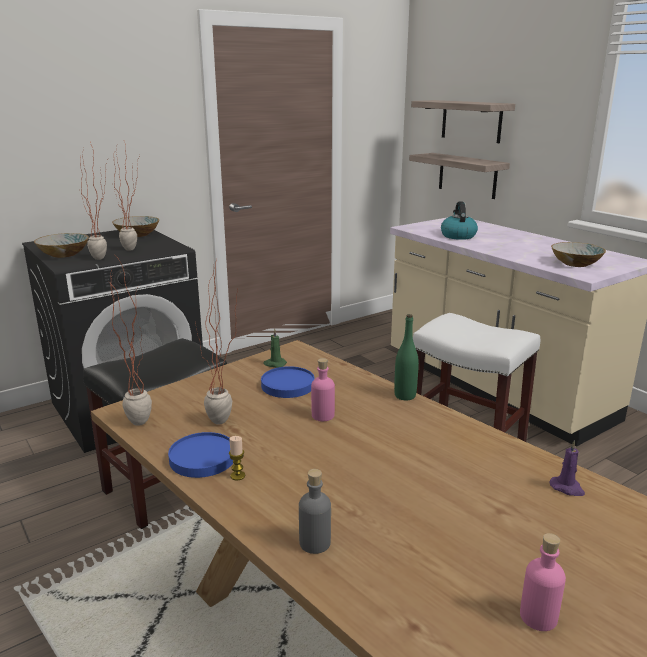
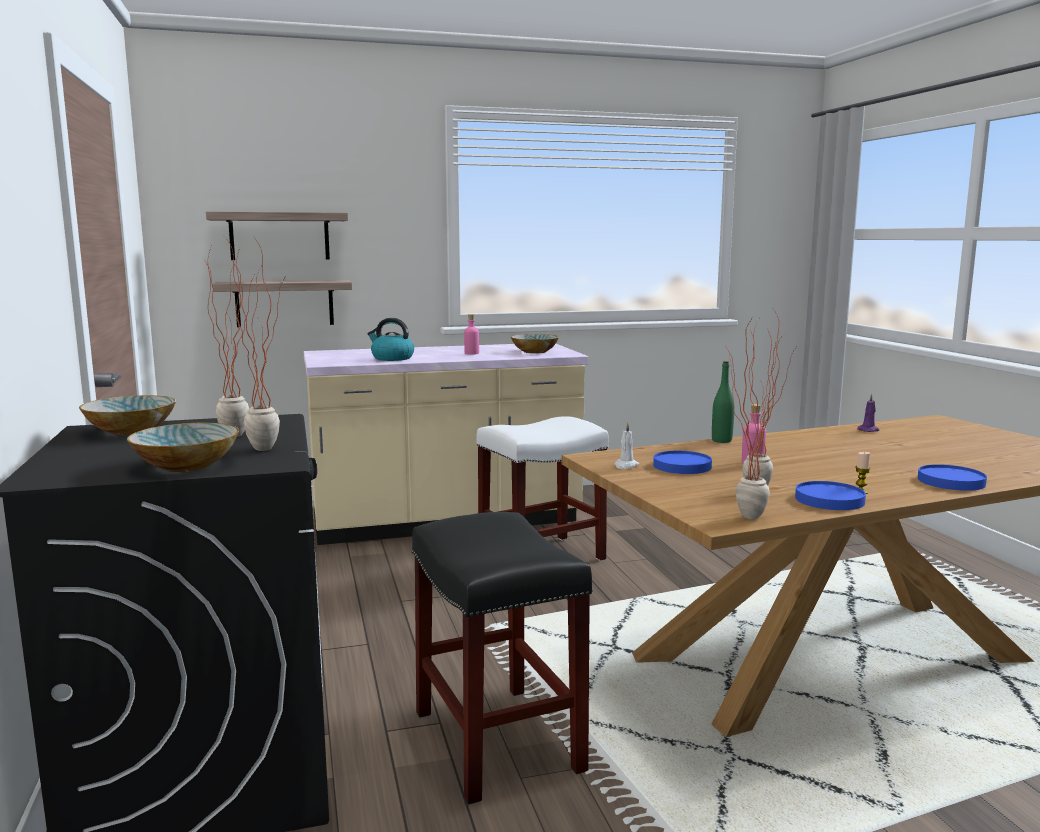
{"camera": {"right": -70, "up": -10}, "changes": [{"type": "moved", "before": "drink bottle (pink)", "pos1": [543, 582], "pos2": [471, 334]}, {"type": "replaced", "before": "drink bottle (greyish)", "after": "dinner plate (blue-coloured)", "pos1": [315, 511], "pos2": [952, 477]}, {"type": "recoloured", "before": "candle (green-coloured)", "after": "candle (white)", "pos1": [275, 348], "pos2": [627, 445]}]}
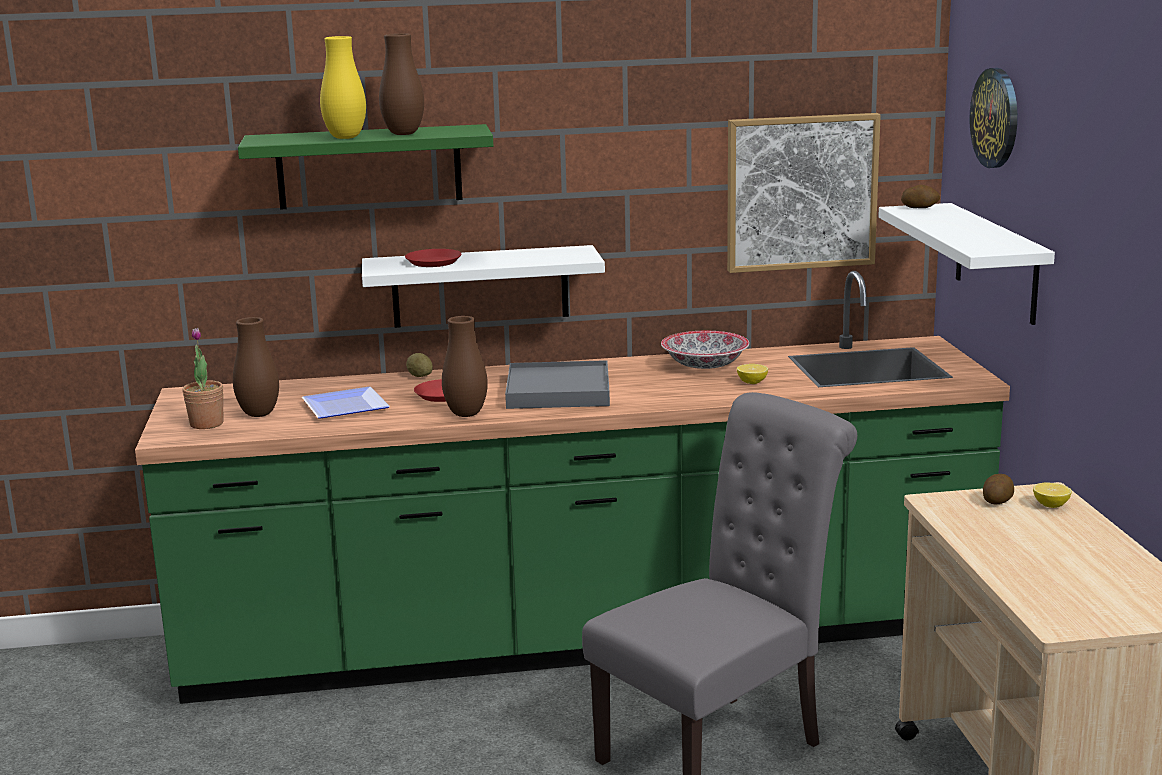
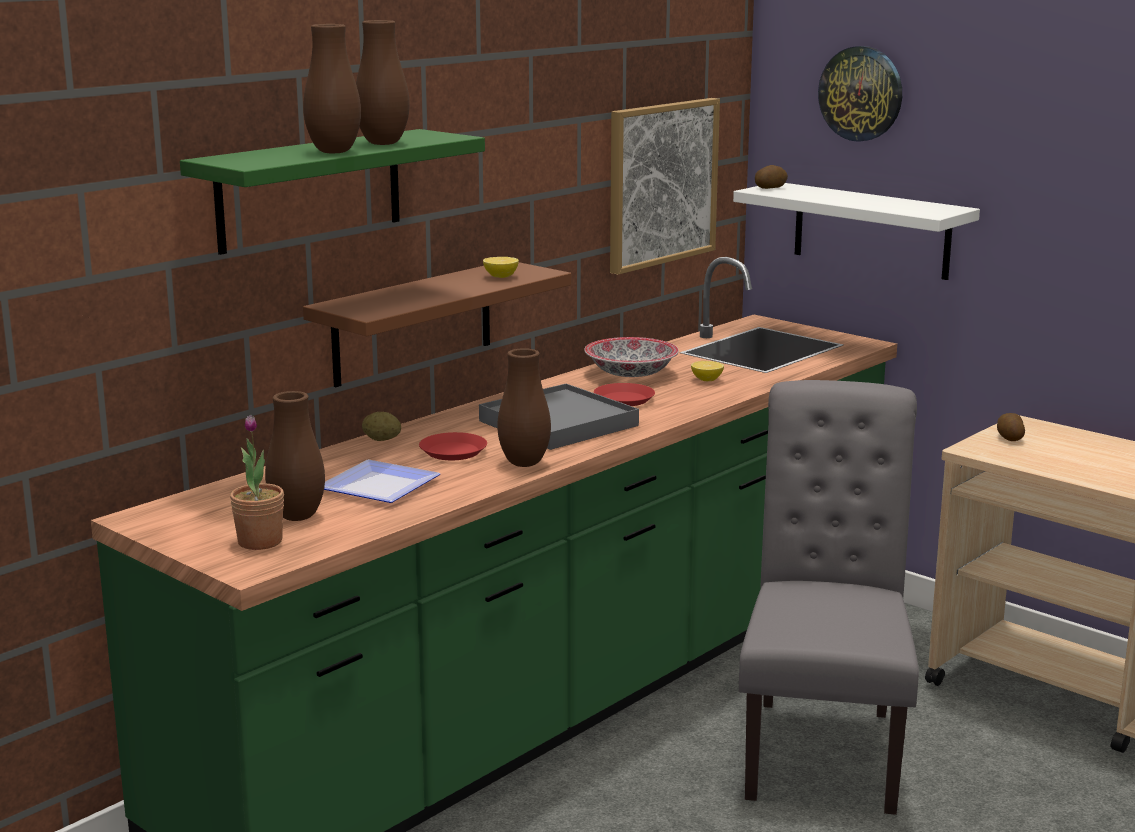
{"camera": {"right": -40, "up": 0}, "changes": [{"type": "moved", "before": "dinner plate (red)", "pos1": [433, 258], "pos2": [624, 394]}, {"type": "moved", "before": "lemon", "pos1": [1052, 495], "pos2": [501, 267]}, {"type": "recoloured", "before": "decorative vase (yellowish)", "after": "decorative vase (brown-coloured)", "pos1": [343, 87], "pos2": [332, 88]}, {"type": "recoloured", "before": "bracket shelf (white)", "after": "bracket shelf (brown-coloured)", "pos1": [483, 286], "pos2": [437, 324]}]}
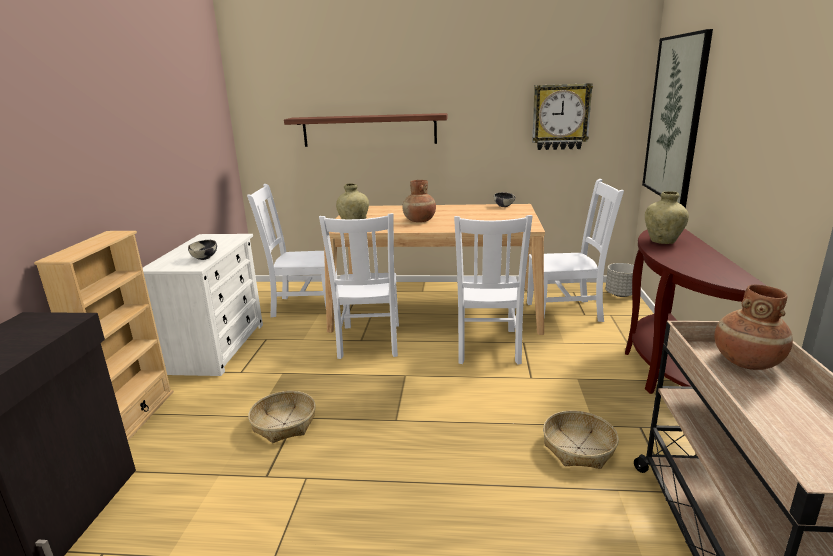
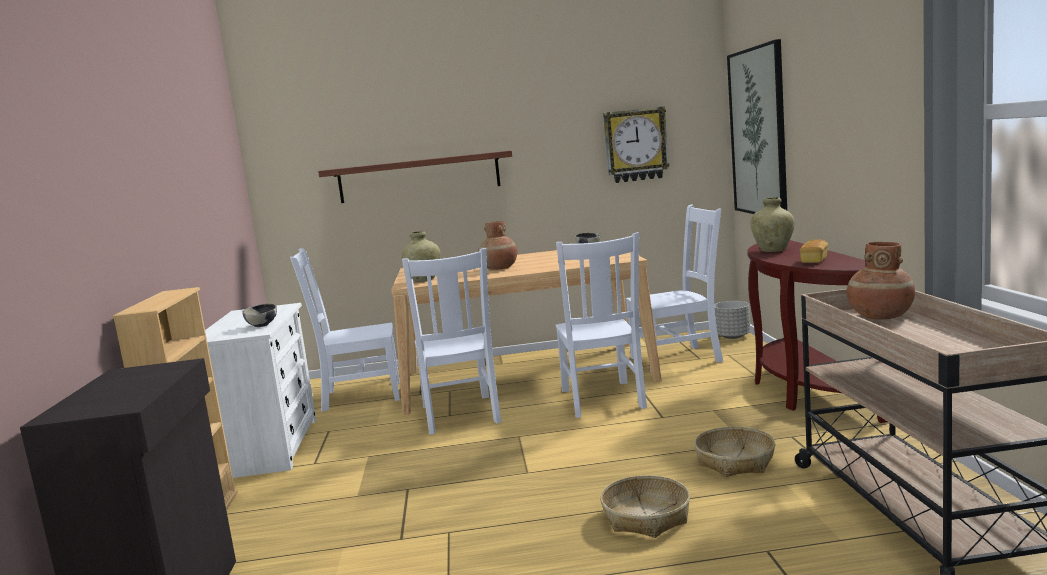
{"camera": {"right": -10, "up": -10}, "changes": [{"type": "added", "after": "baked bread", "pos2": [814, 251]}, {"type": "moved", "before": "basket", "pos1": [282, 417], "pos2": [645, 506]}]}
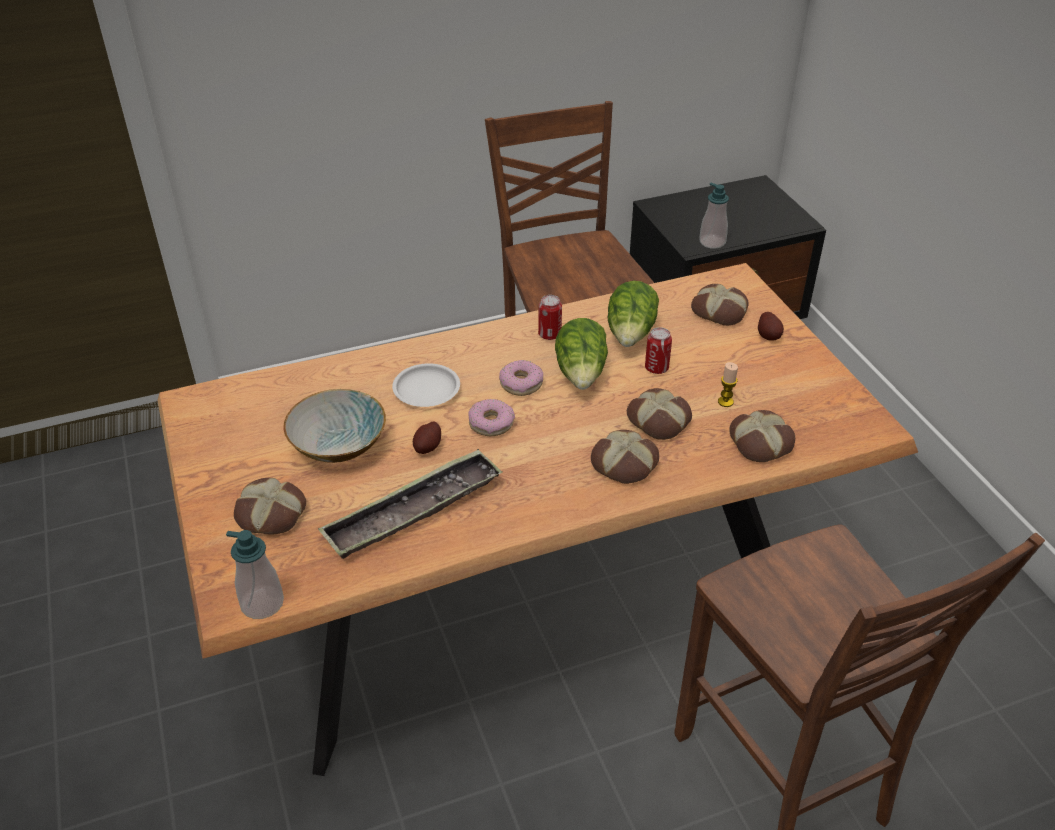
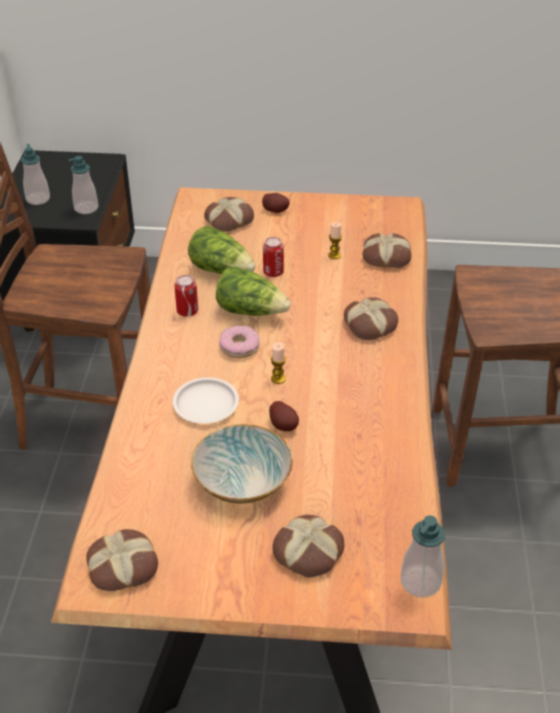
{"camera": {"right": -65, "up": 0}, "changes": [{"type": "removed", "before": "serving tray", "pos1": [410, 504]}, {"type": "added", "after": "liquid soap bottle", "pos2": [35, 174]}, {"type": "moved", "before": "baked bread", "pos1": [659, 414], "pos2": [122, 560]}, {"type": "replaced", "before": "donut", "after": "candle", "pos1": [491, 417], "pos2": [278, 363]}]}
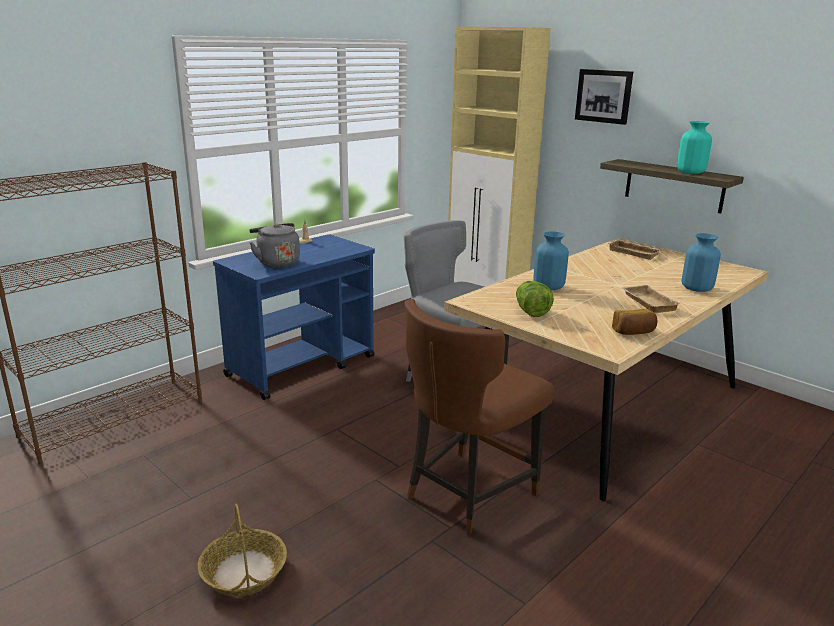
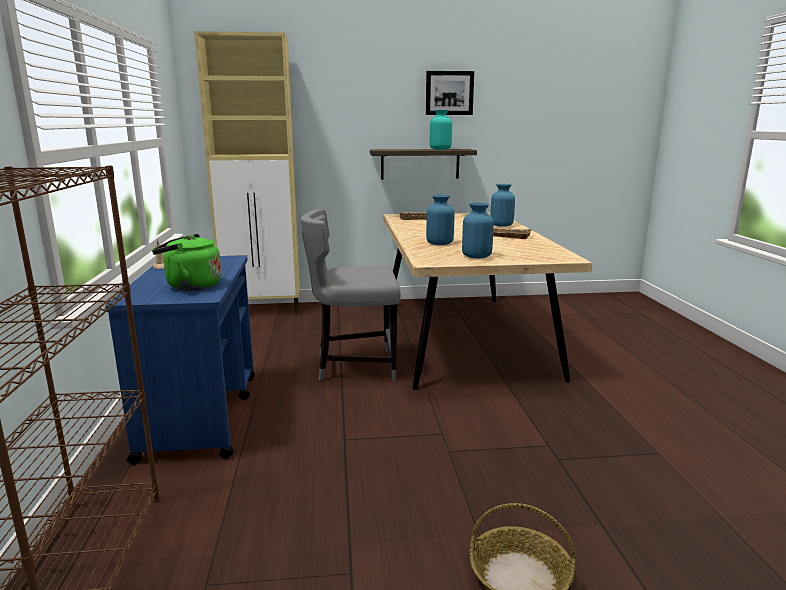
{"camera": {"right": -50, "up": -5}, "changes": [{"type": "removed", "before": "chair (brown-coloured)", "pos1": [479, 417]}, {"type": "removed", "before": "baked bread", "pos1": [635, 322]}, {"type": "moved", "before": "wall picture", "pos1": [604, 97], "pos2": [450, 93]}, {"type": "replaced", "before": "head of lettuce", "after": "decorative vase (blue-coloured)", "pos1": [535, 299], "pos2": [478, 230]}, {"type": "recoloured", "before": "tea kettle (greyish)", "after": "tea kettle (green-coloured)", "pos1": [274, 245], "pos2": [187, 262]}]}
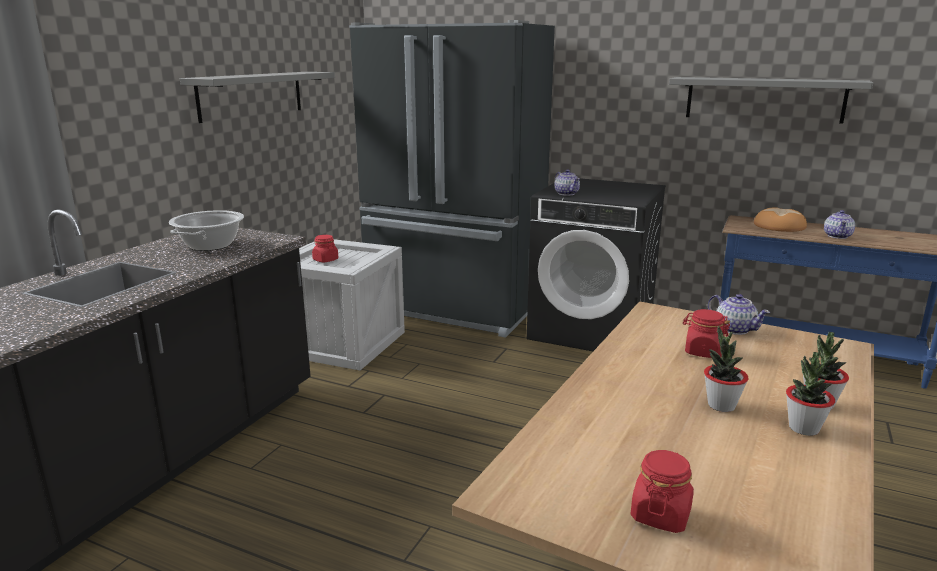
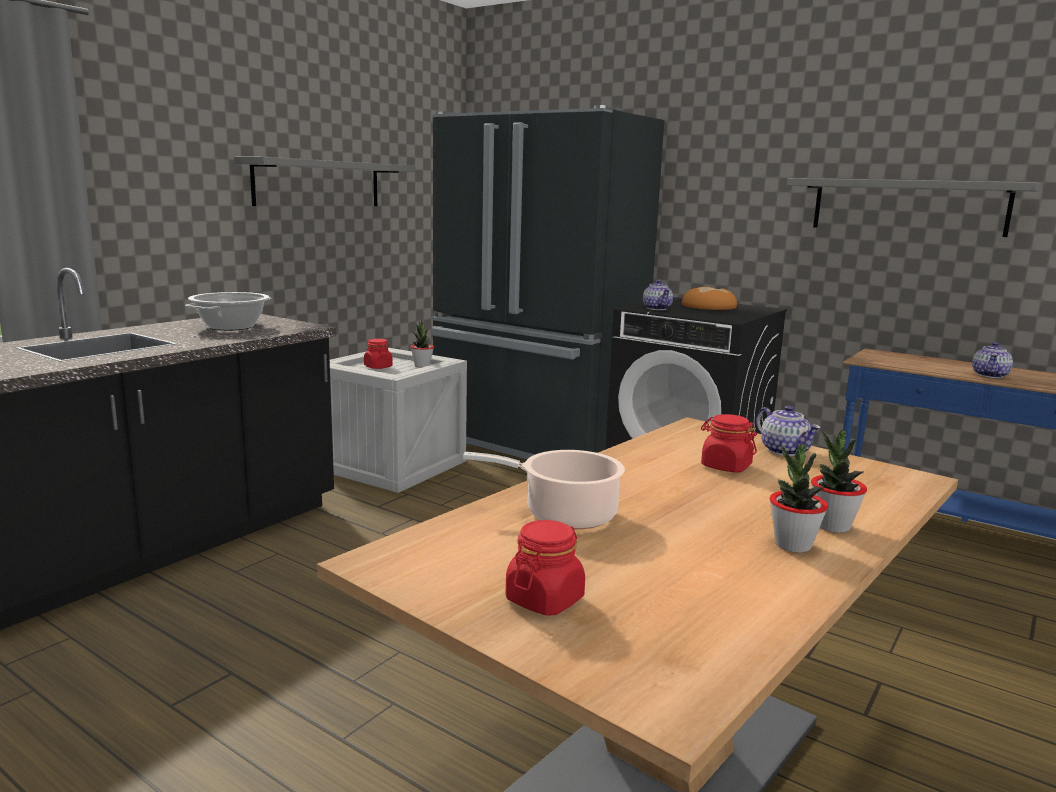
{"camera": {"right": 10, "up": -5}, "changes": [{"type": "added", "after": "stockpot", "pos2": [544, 489]}, {"type": "moved", "before": "plant in a pot", "pos1": [726, 369], "pos2": [422, 344]}, {"type": "moved", "before": "baked bread", "pos1": [780, 219], "pos2": [709, 298]}]}
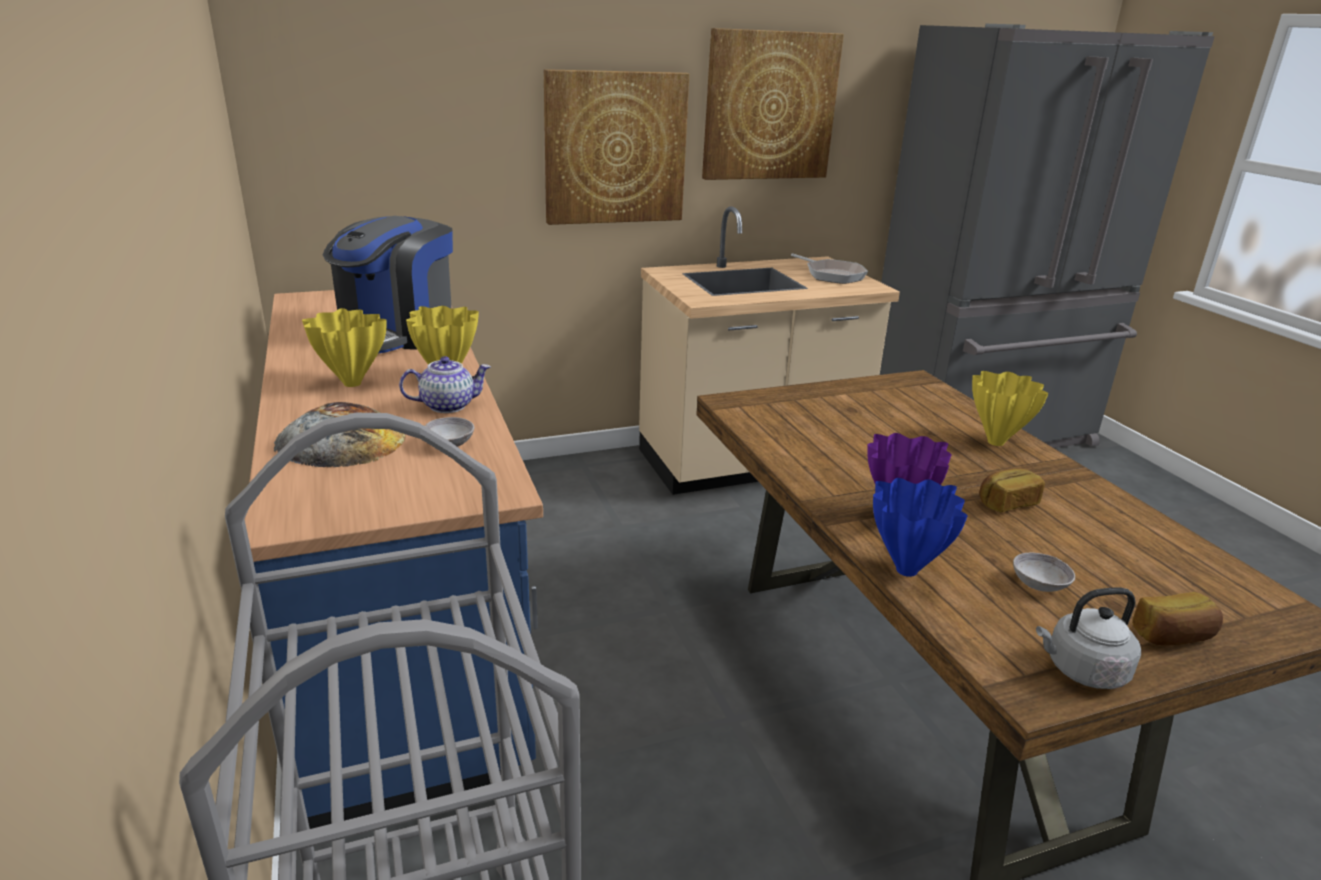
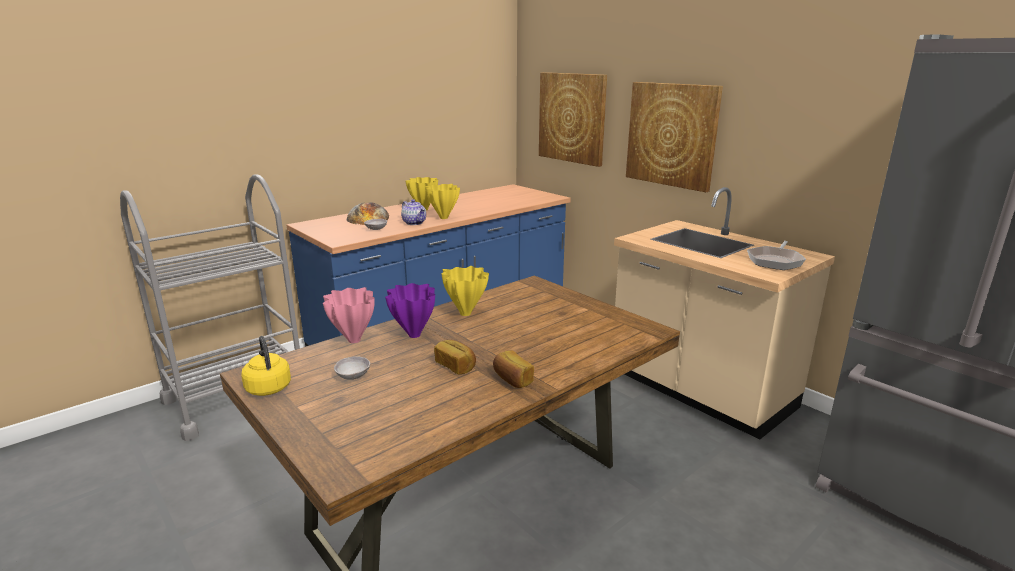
{"camera": {"right": 70, "up": -5}, "changes": [{"type": "removed", "before": "coffee brewer", "pos1": [388, 285]}, {"type": "moved", "before": "wall picture", "pos1": [773, 104], "pos2": [573, 119]}, {"type": "moved", "before": "decorative vase (yellowish)", "pos1": [1010, 408], "pos2": [465, 291]}, {"type": "moved", "before": "baked bread", "pos1": [1177, 619], "pos2": [513, 369]}, {"type": "recoloured", "before": "decorative vase (blue-coloured)", "after": "decorative vase (pink)", "pos1": [920, 527], "pos2": [349, 315]}, {"type": "recoloured", "before": "tea kettle (greyish)", "after": "tea kettle (yellowish)", "pos1": [1088, 638], "pos2": [266, 366]}]}
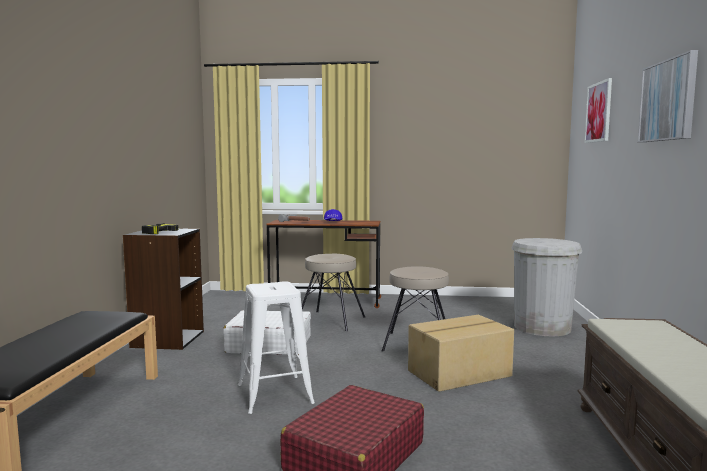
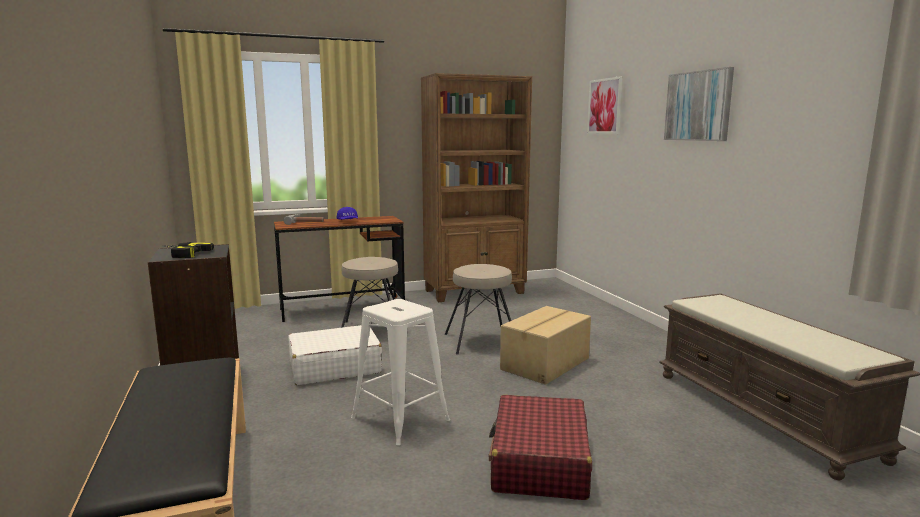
{"camera": {"right": -25, "up": 5}, "changes": [{"type": "removed", "before": "trash can (white)", "pos1": [546, 287]}, {"type": "added", "after": "shelving unit (brown-coloured)", "pos2": [476, 187]}]}
